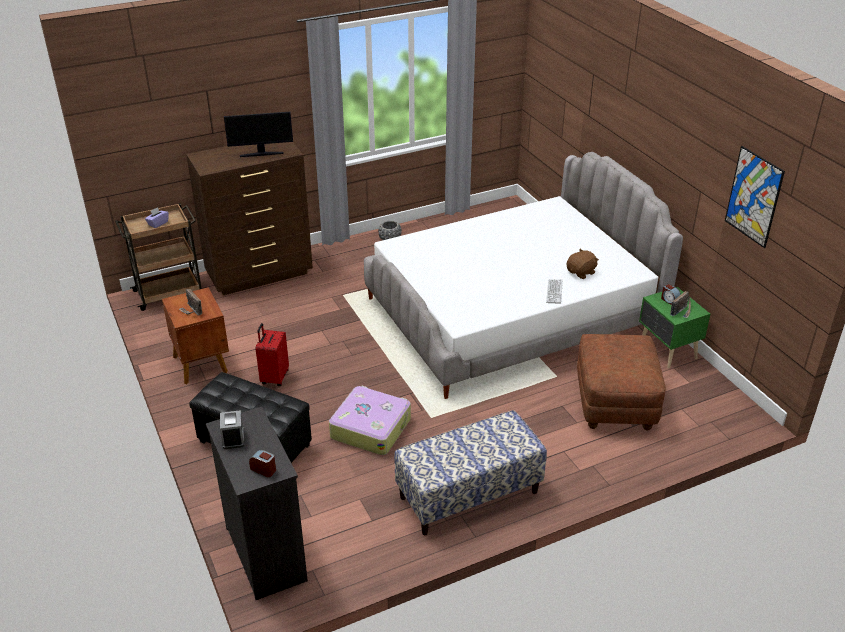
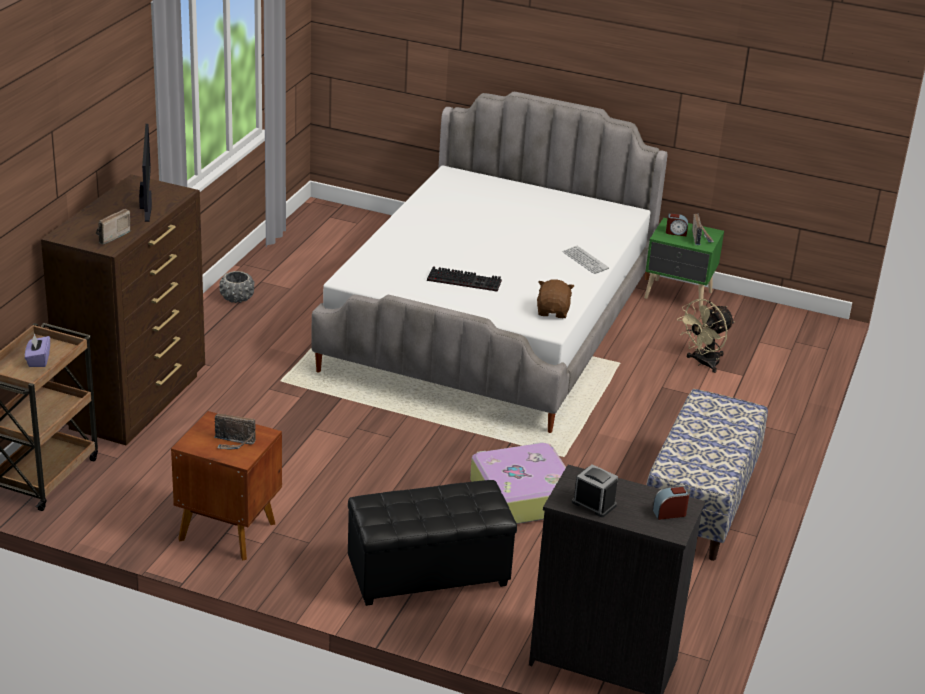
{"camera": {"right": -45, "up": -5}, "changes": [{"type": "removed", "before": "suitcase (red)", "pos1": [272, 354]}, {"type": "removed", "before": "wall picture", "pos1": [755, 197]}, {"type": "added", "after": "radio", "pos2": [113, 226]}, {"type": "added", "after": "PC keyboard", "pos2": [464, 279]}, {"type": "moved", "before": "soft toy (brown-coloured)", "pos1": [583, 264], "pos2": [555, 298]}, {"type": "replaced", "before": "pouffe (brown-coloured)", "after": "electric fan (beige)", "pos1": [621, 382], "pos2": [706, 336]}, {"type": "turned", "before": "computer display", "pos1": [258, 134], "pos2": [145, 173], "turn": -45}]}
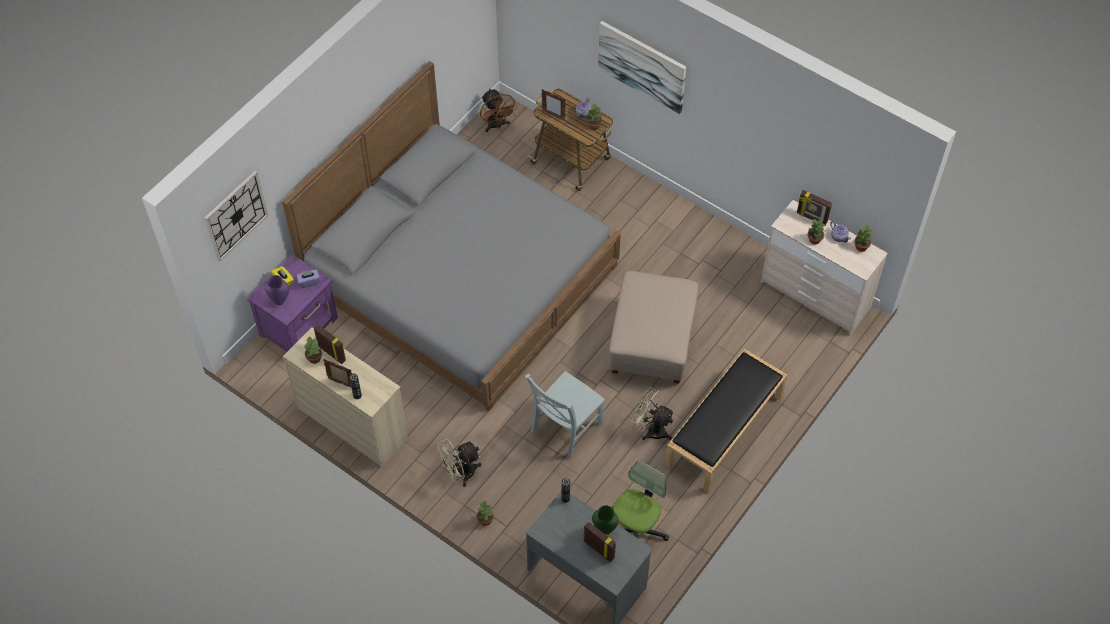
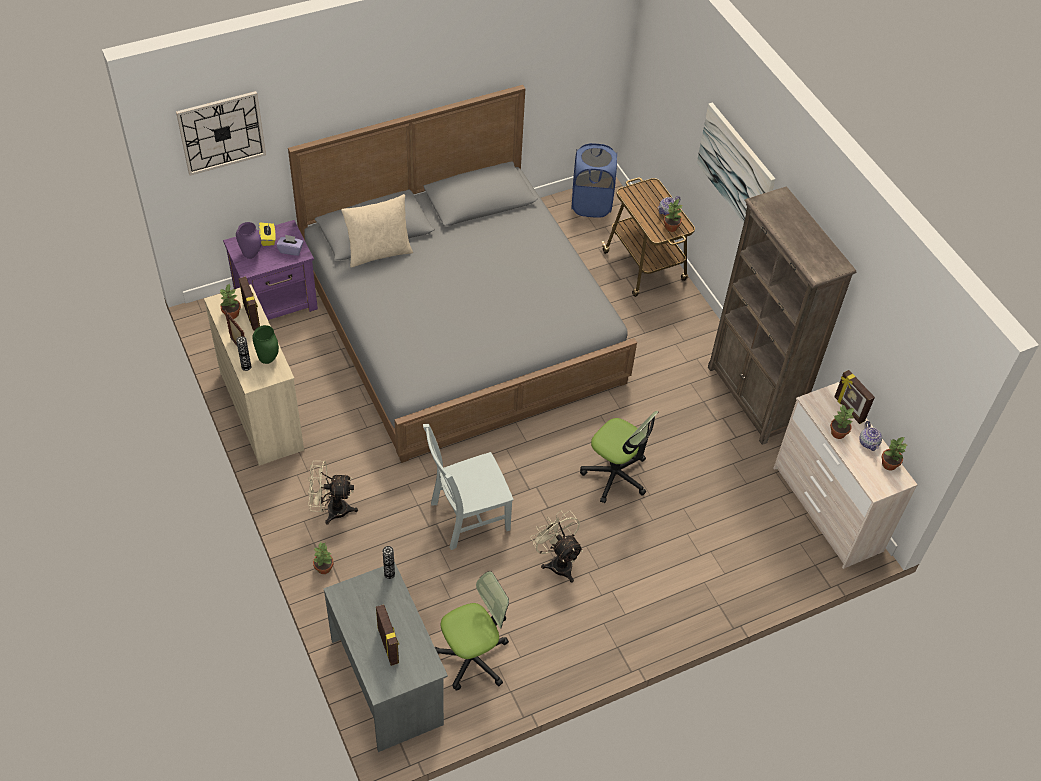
{"camera": {"right": 25, "up": -5}, "changes": [{"type": "removed", "before": "standing frame", "pos1": [553, 105]}, {"type": "removed", "before": "indoor bench (black)", "pos1": [726, 421]}, {"type": "added", "after": "cushion (beige)", "pos2": [377, 231]}, {"type": "added", "after": "shelving unit (brown-coloured)", "pos2": [782, 315]}, {"type": "moved", "before": "decorative vase (green-coloured)", "pos1": [605, 520], "pos2": [265, 344]}, {"type": "replaced", "before": "electric fan (brown-coloured)", "after": "laundry basket (blue-coloured)", "pos1": [499, 110], "pos2": [594, 180]}, {"type": "replaced", "before": "pouffe (beige)", "after": "computer chair", "pos1": [654, 327], "pos2": [619, 457]}]}
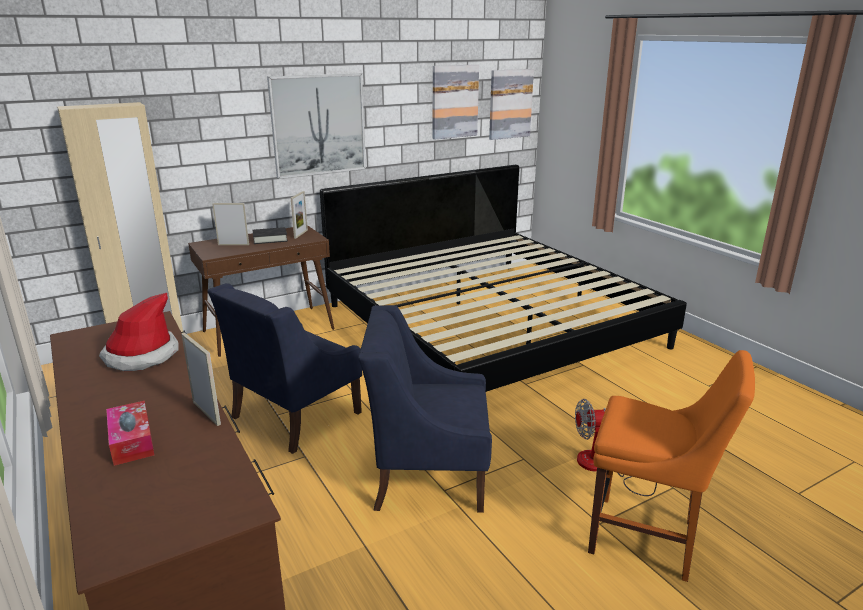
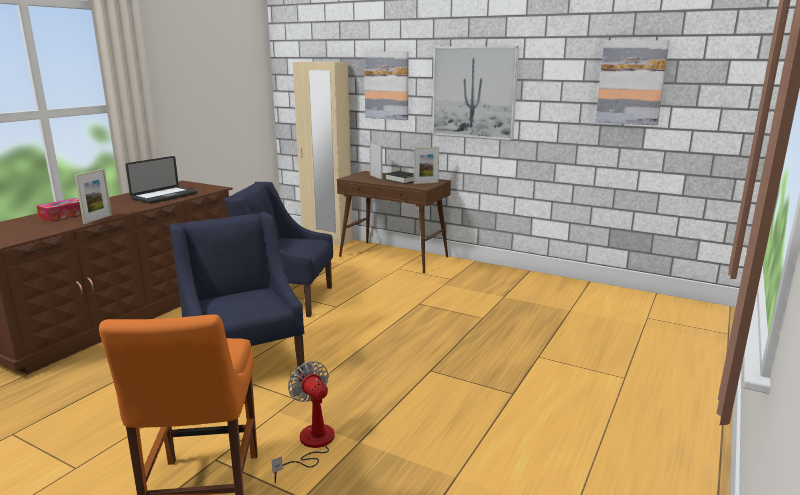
{"camera": {"right": 60, "up": -5}, "changes": [{"type": "removed", "before": "sleeping bed", "pos1": [503, 278]}, {"type": "moved", "before": "wall picture", "pos1": [511, 104], "pos2": [386, 85]}, {"type": "replaced", "before": "hat", "after": "laptop", "pos1": [139, 332], "pos2": [161, 180]}]}
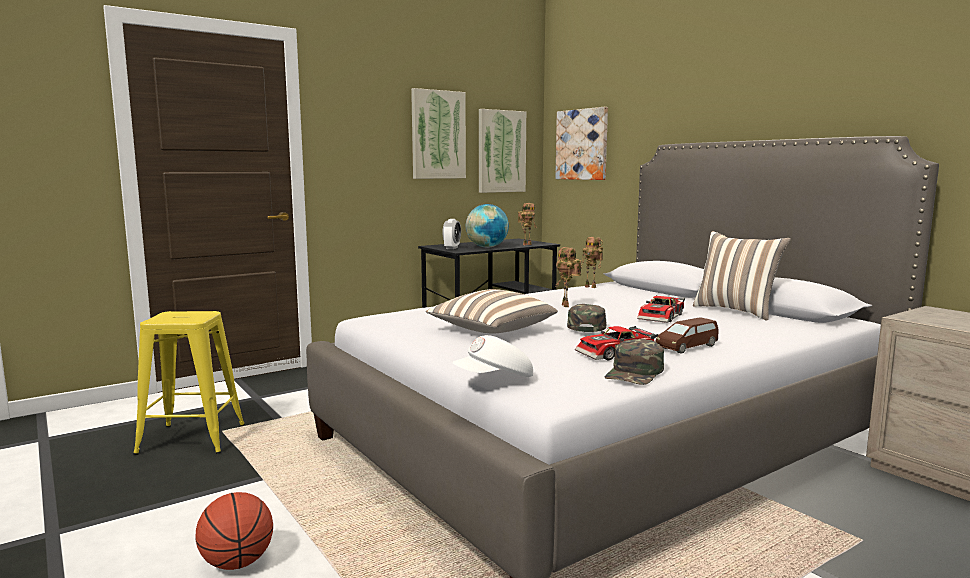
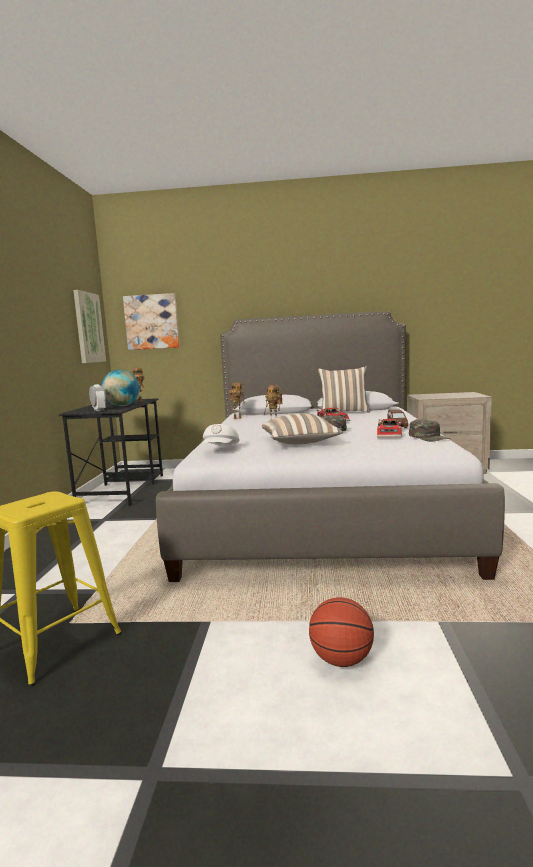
{"camera": {"right": -50, "up": 0}, "changes": [{"type": "removed", "before": "wall picture", "pos1": [438, 133]}, {"type": "moved", "before": "cap (white)", "pos1": [492, 356], "pos2": [221, 434]}]}
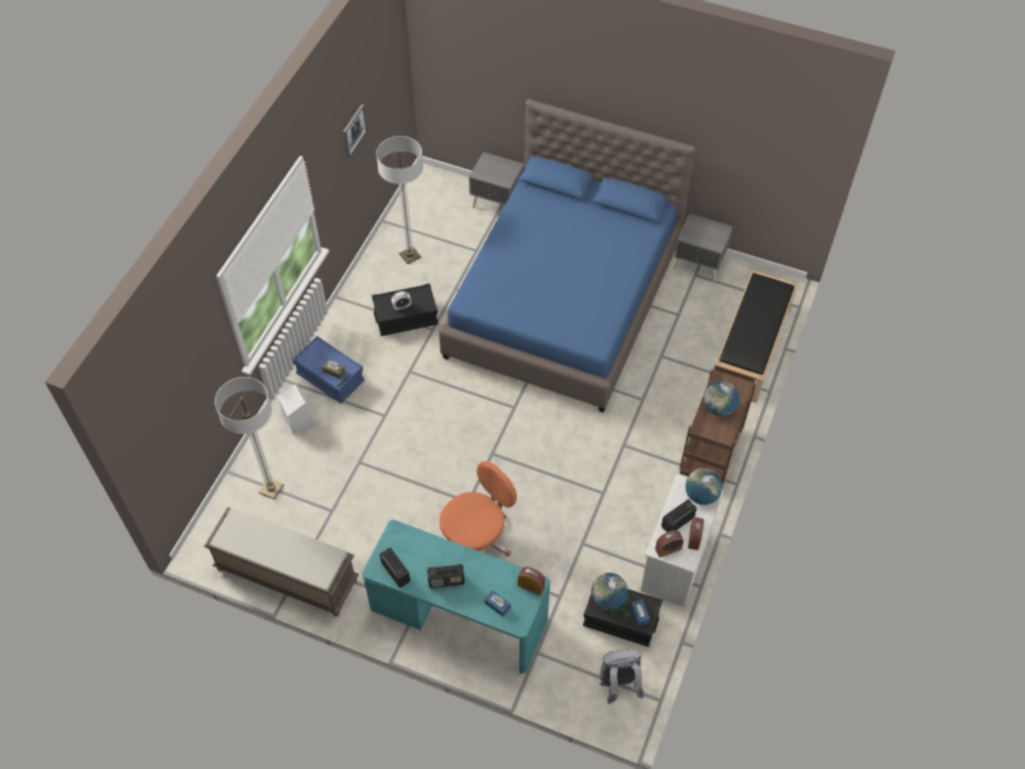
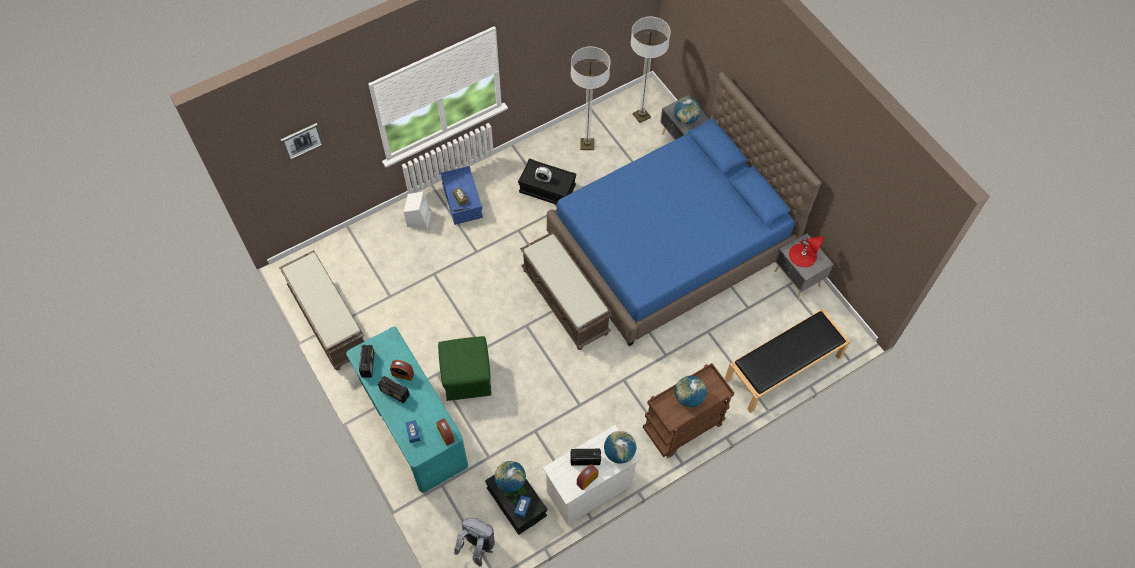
{"camera": {"right": 35, "up": 5}, "changes": [{"type": "added", "after": "indoor bench (brown-coloured)", "pos2": [566, 291]}, {"type": "added", "after": "world globe", "pos2": [687, 110]}, {"type": "added", "after": "lamp for a table (red)", "pos2": [806, 251]}, {"type": "moved", "before": "standard lamp", "pos1": [249, 438], "pos2": [651, 70]}, {"type": "moved", "before": "wall picture", "pos1": [355, 131], "pos2": [302, 142]}, {"type": "moved", "before": "bedside clock", "pos1": [669, 544], "pos2": [402, 370]}, {"type": "replaced", "before": "computer chair (orangey)", "after": "pouffe (green-coloured)", "pos1": [478, 508], "pos2": [465, 368]}]}
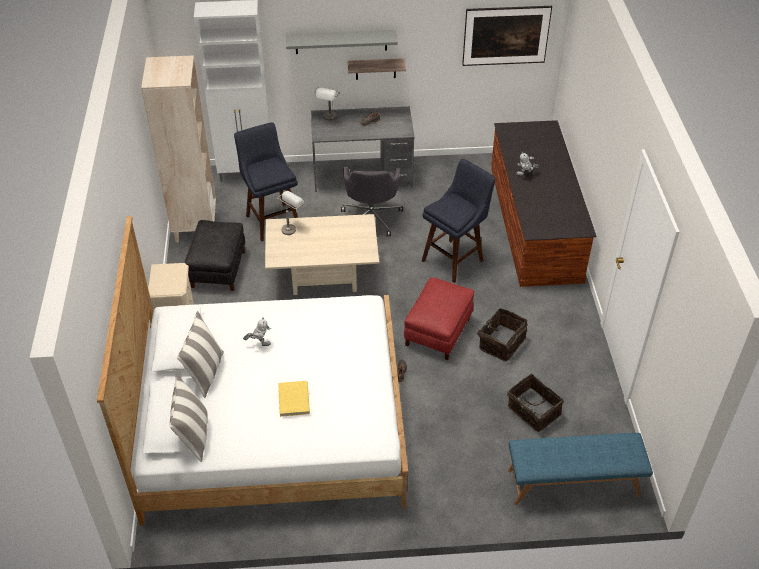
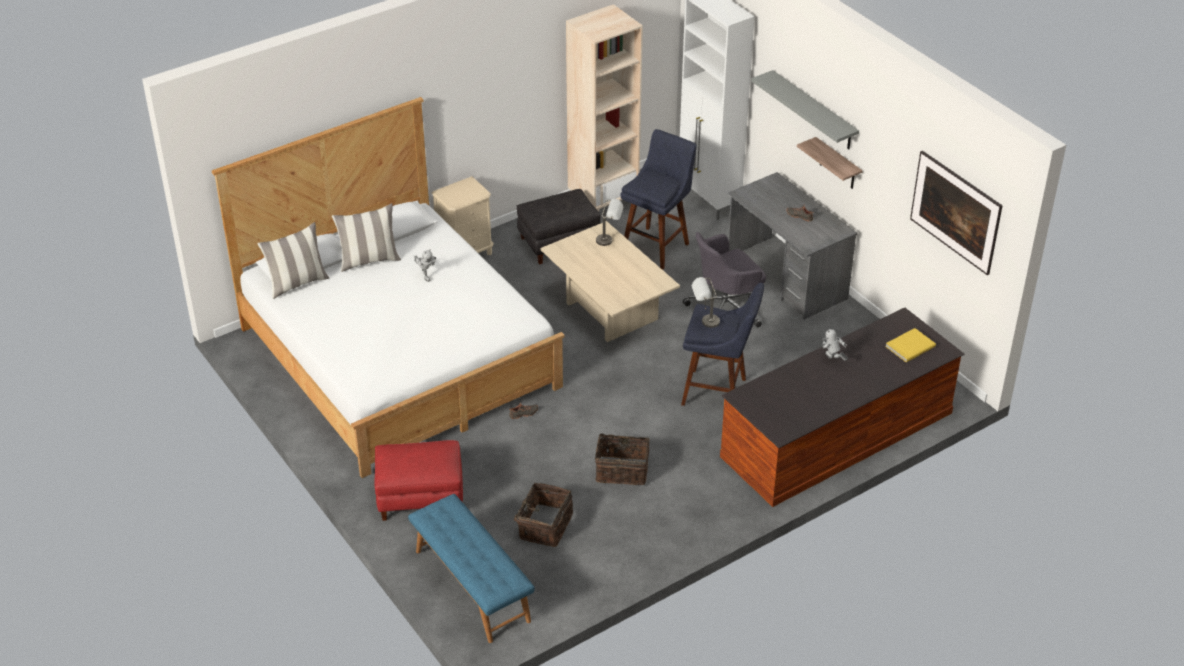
{"camera": {"right": 60, "up": -5}, "changes": [{"type": "moved", "before": "bound book (yellowish)", "pos1": [294, 399], "pos2": [911, 345]}, {"type": "moved", "before": "lamp for a table (greyish)", "pos1": [327, 103], "pos2": [706, 302]}, {"type": "moved", "before": "pouffe (red)", "pos1": [439, 318], "pos2": [419, 480]}]}
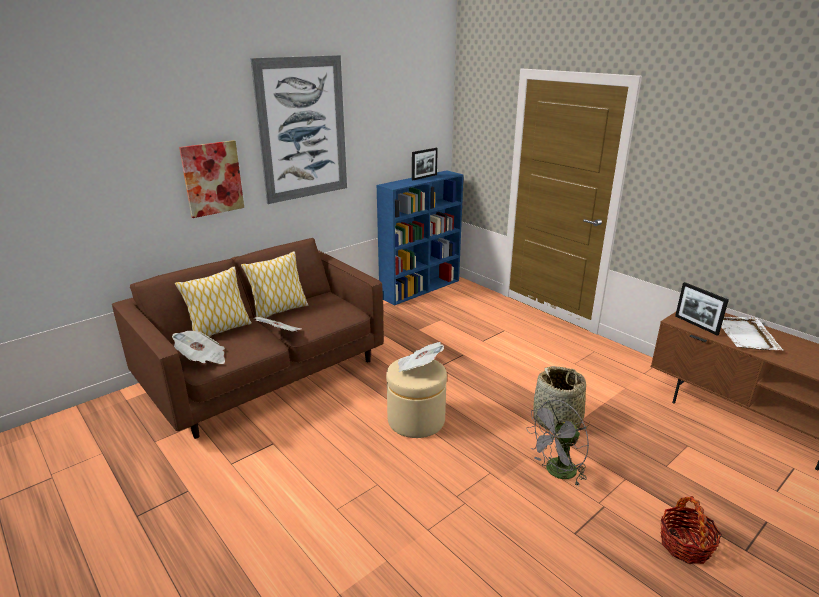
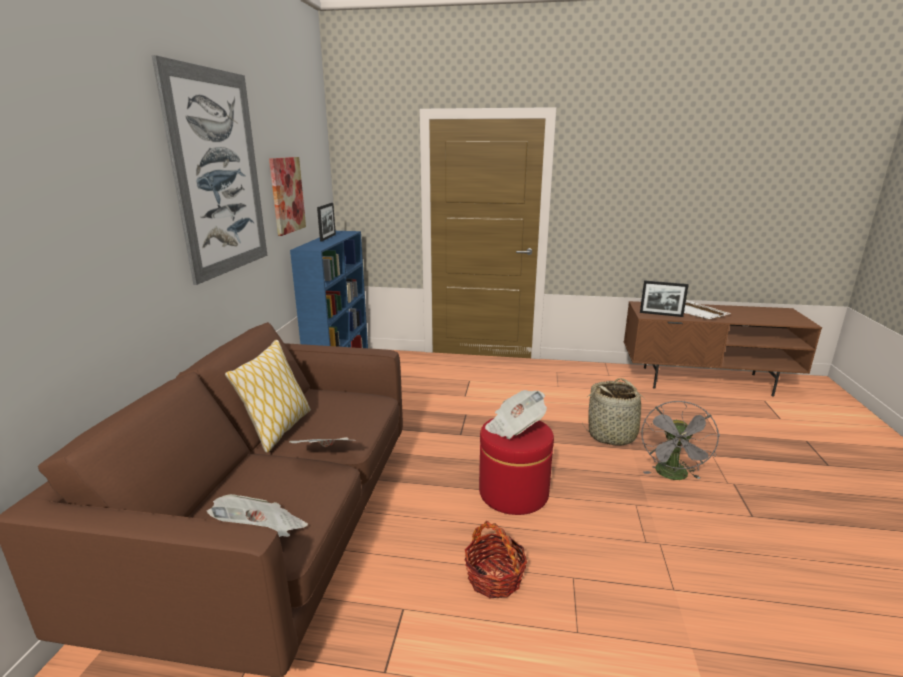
{"camera": {"right": -40, "up": -5}, "changes": [{"type": "removed", "before": "cushion", "pos1": [213, 302]}, {"type": "moved", "before": "wall picture", "pos1": [211, 179], "pos2": [287, 196]}, {"type": "moved", "before": "basket", "pos1": [691, 530], "pos2": [496, 560]}, {"type": "recoloured", "before": "pouffe (beige)", "after": "pouffe (red)", "pos1": [416, 398], "pos2": [516, 466]}]}
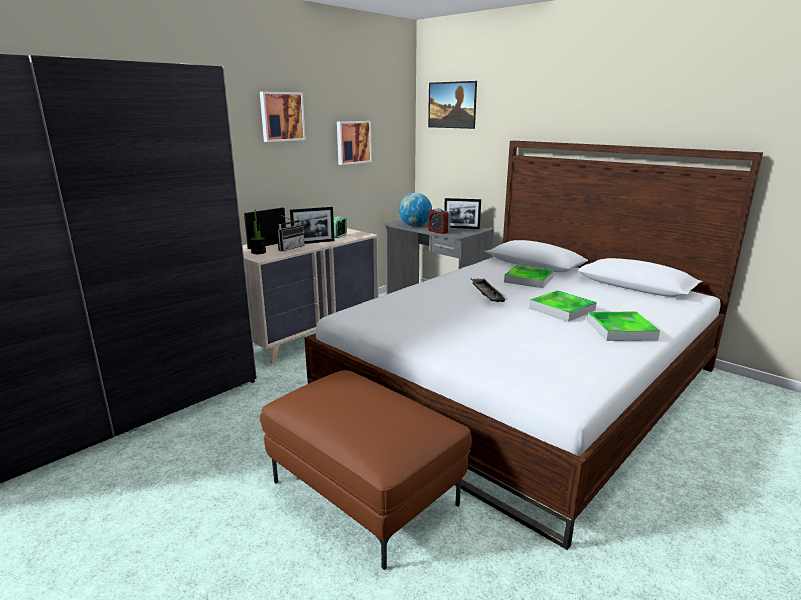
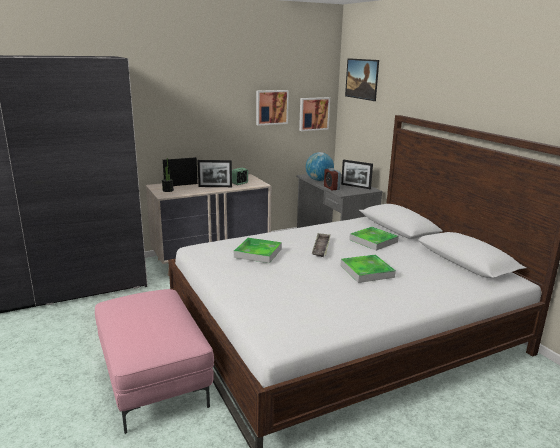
{"camera": {"right": 20, "up": 0}, "changes": [{"type": "removed", "before": "radio", "pos1": [291, 233]}, {"type": "moved", "before": "wall picture", "pos1": [283, 117], "pos2": [314, 114]}, {"type": "moved", "before": "serving tray", "pos1": [623, 326], "pos2": [258, 250]}, {"type": "recoloured", "before": "pouffe (brown-coloured)", "after": "pouffe (pink)", "pos1": [366, 470], "pos2": [154, 361]}]}
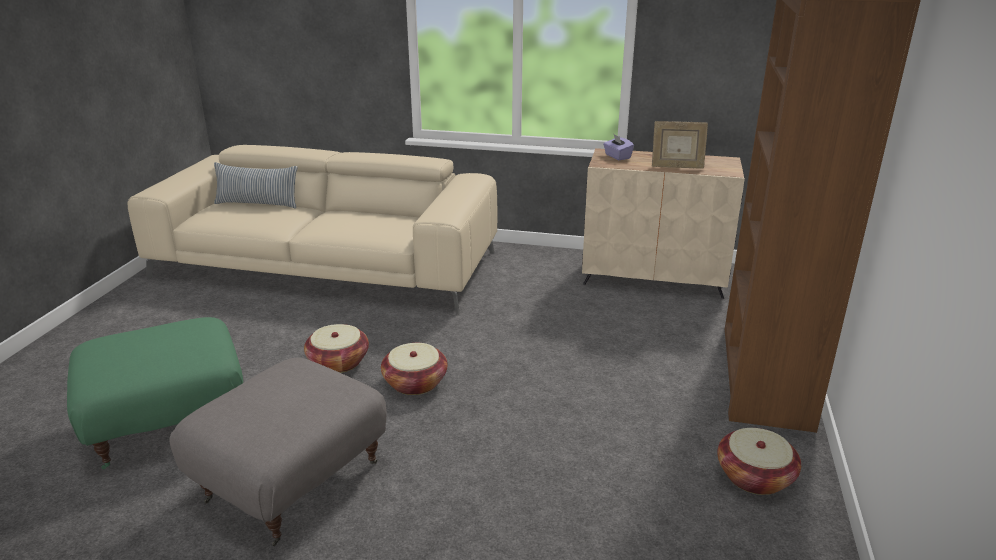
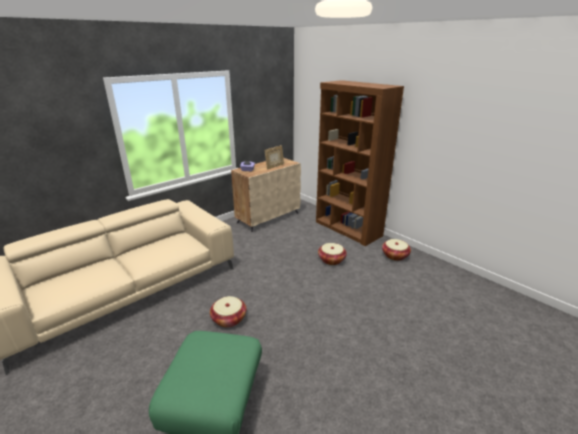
{"camera": {"right": -55, "up": 0}, "changes": [{"type": "removed", "before": "pouffe (greyish)", "pos1": [278, 452]}, {"type": "removed", "before": "cushion", "pos1": [256, 185]}, {"type": "moved", "before": "basket", "pos1": [414, 369], "pos2": [332, 254]}]}
